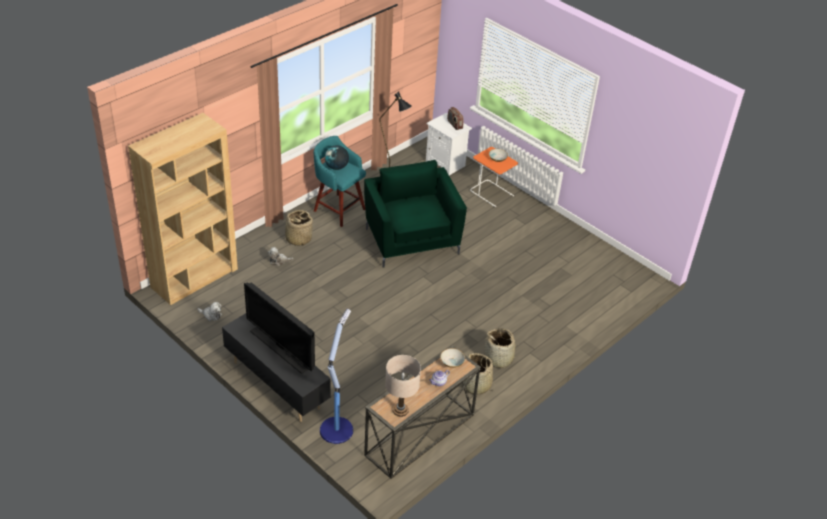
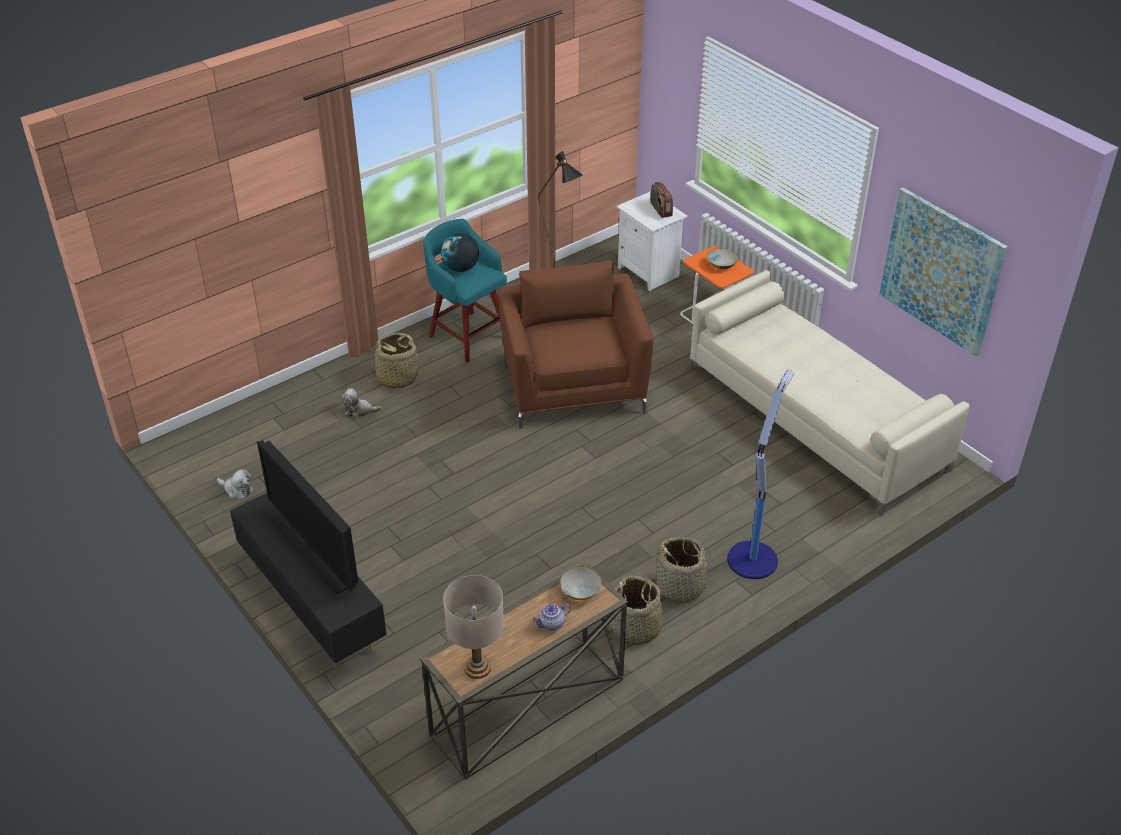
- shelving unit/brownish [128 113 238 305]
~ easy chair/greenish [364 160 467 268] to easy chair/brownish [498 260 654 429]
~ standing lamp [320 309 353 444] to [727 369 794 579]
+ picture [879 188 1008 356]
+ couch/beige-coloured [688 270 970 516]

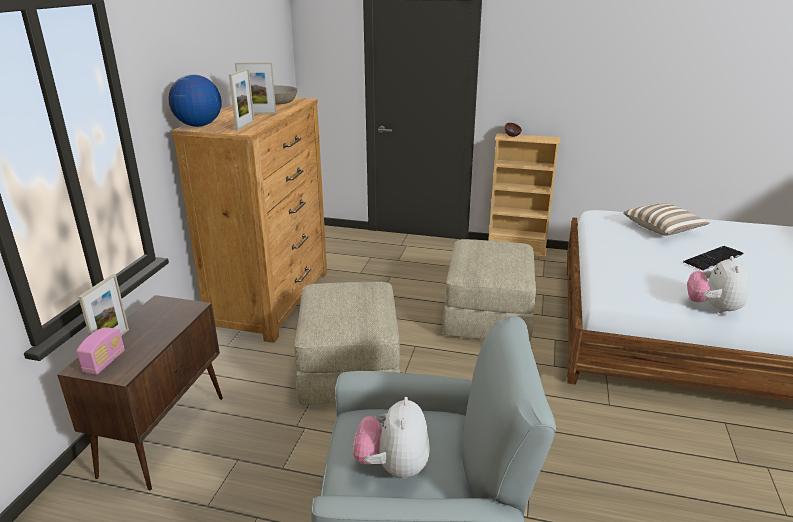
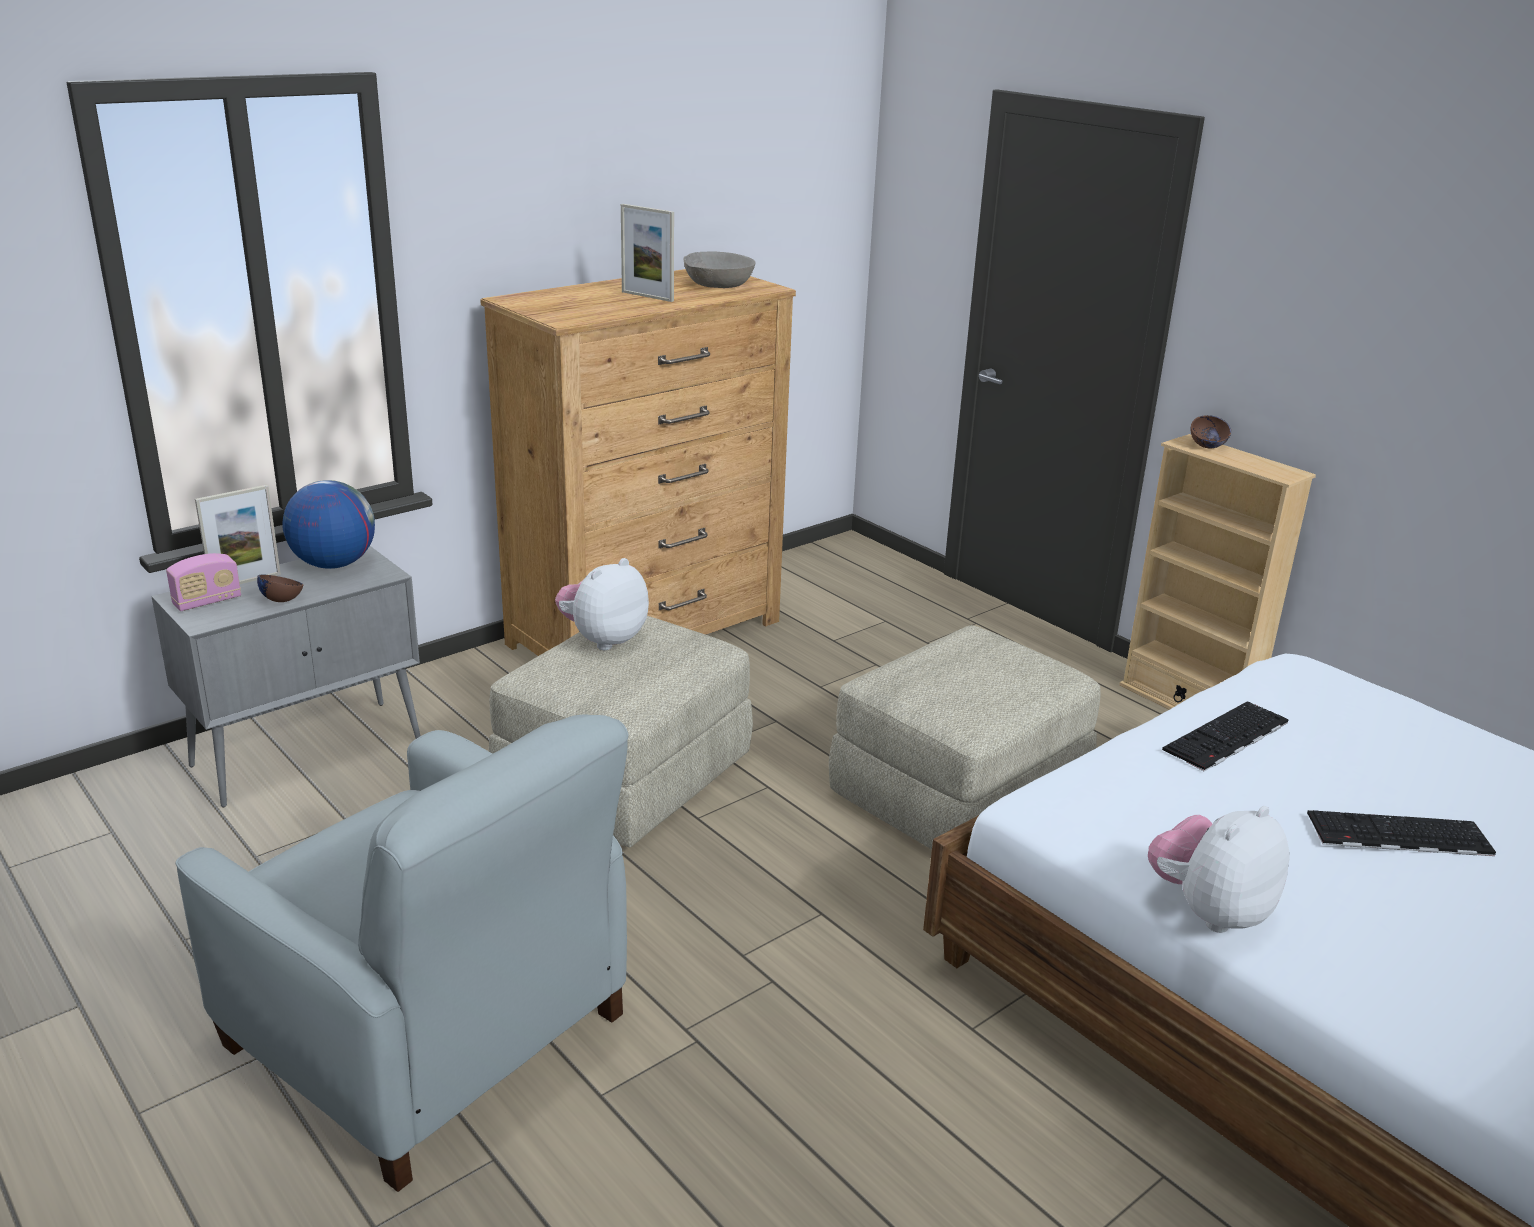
- photo frame [229 68 255 130]
~ world globe [169 74 222 127] to [282 480 375 569]
- pillow [623 203 709 236]
~ storage cabinet/brownish [57 295 223 490] to storage cabinet/grey [151 546 421 808]
~ soft toy [353 397 430 478] to [555 558 649 650]
+ serving bowl/brownish [257 575 303 602]
+ computer keyboard [1162 702 1289 771]

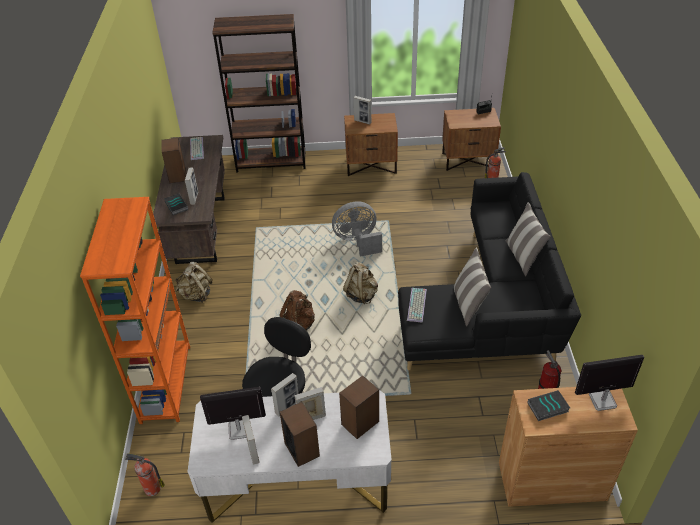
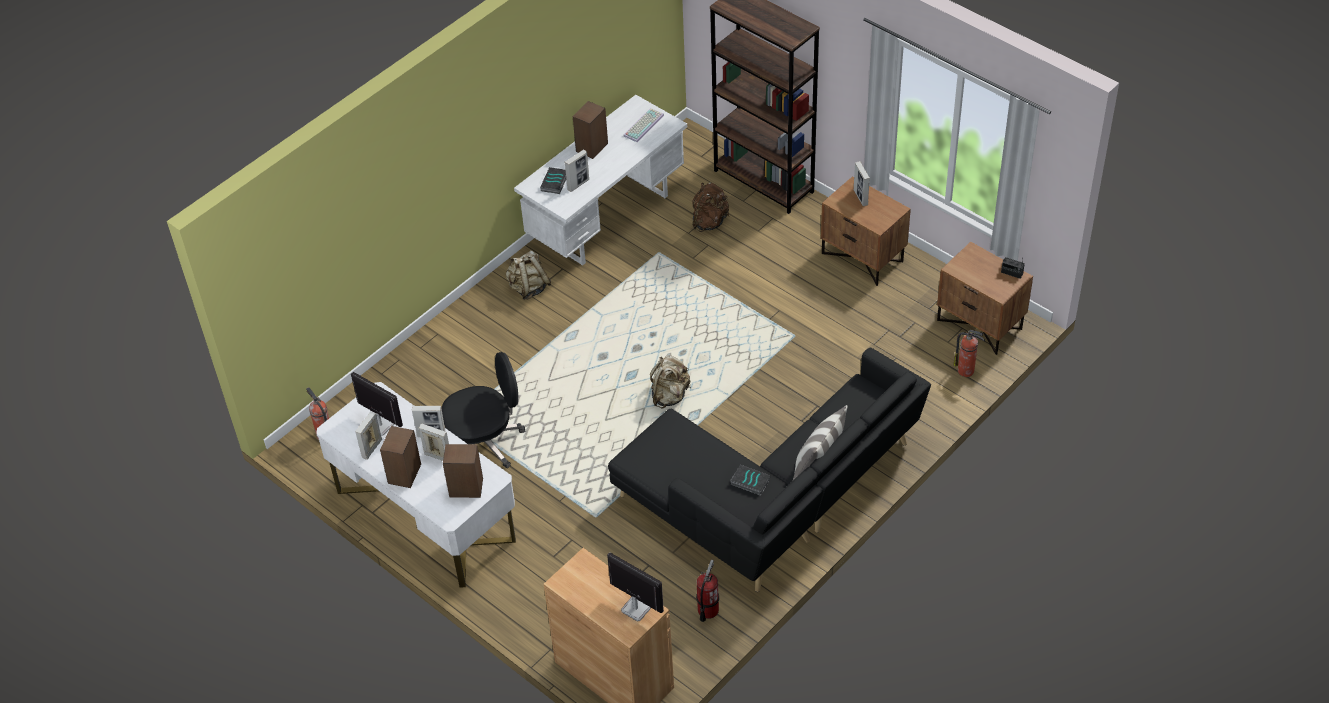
~ desk table/brownish [151 135 225 264] to desk table/white [514 95 687 266]
- shelving unit/orange [80 197 190 424]
- electric fan/grey [332 201 382 257]
- pillow [454 248 491 326]
- computer keyboard [407 288 427 323]
~ rucksack/brownish [280 290 315 331] to [693 183 729 232]
~ book [528 390 570 421] to [730 465 770 496]

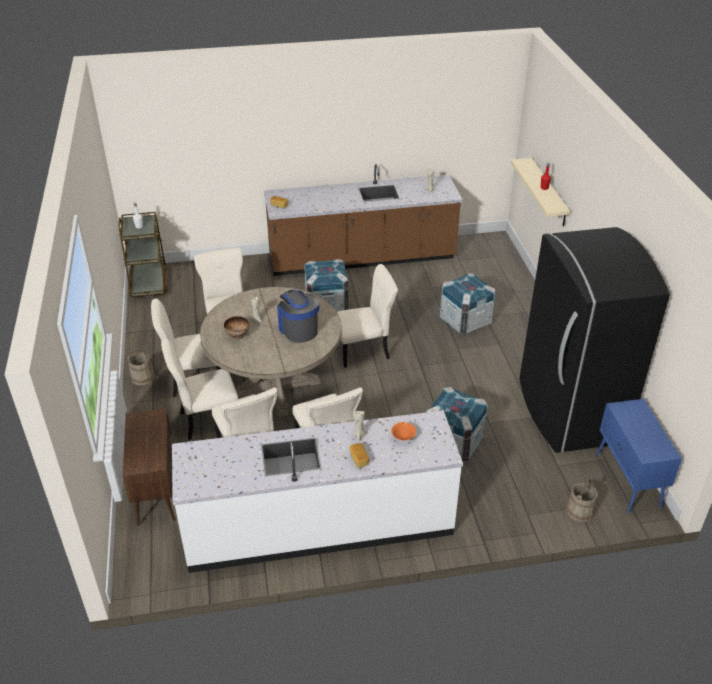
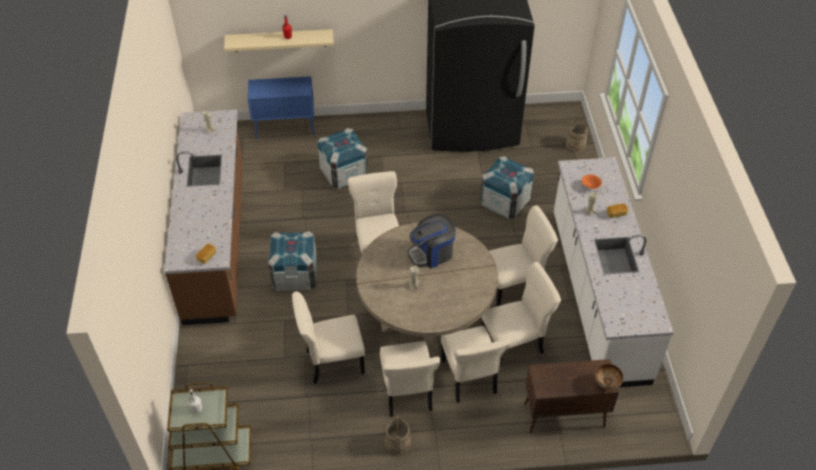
~ serving bowl [224 316 249 339] to [595 364 623 390]
~ storage cabinet/bluish [596 399 682 514] to [248 76 315 139]

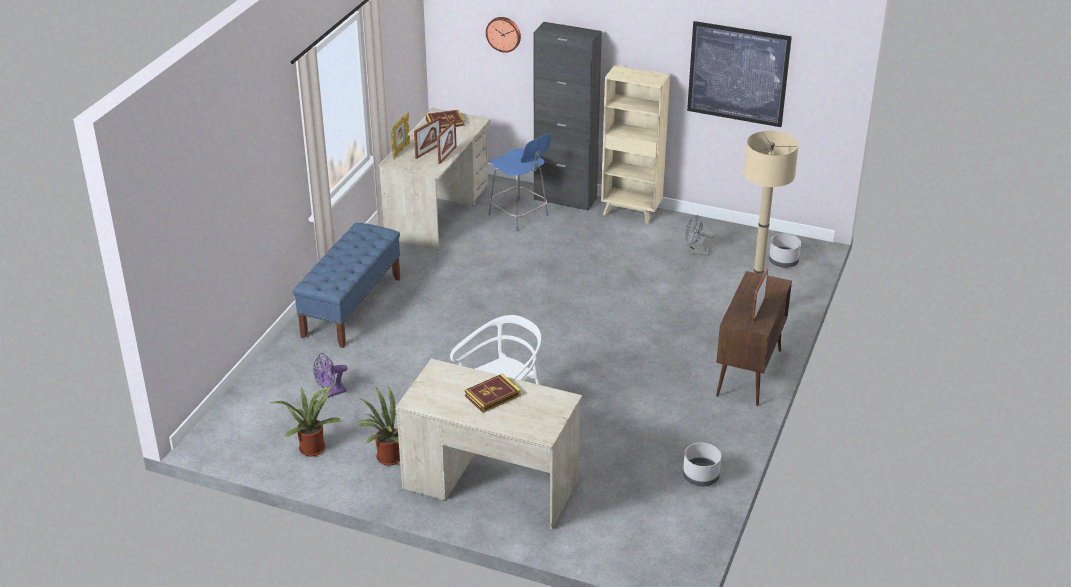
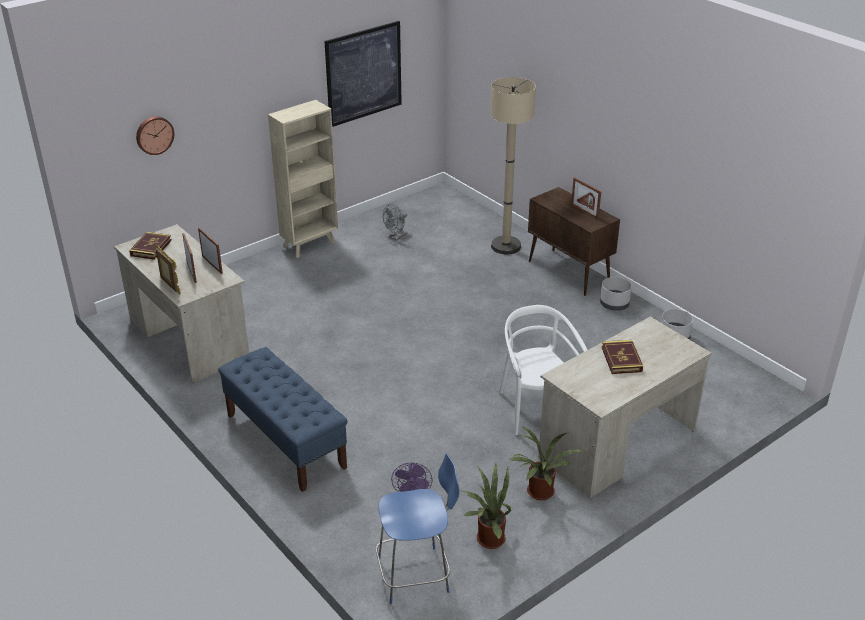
- storage cabinet/black-coloured [534 22 602 211]
~ sitting stool/bluish [489 134 551 231] to [376 453 460 604]
~ plant pot/grey [769 234 801 268] to [600 277 632 311]

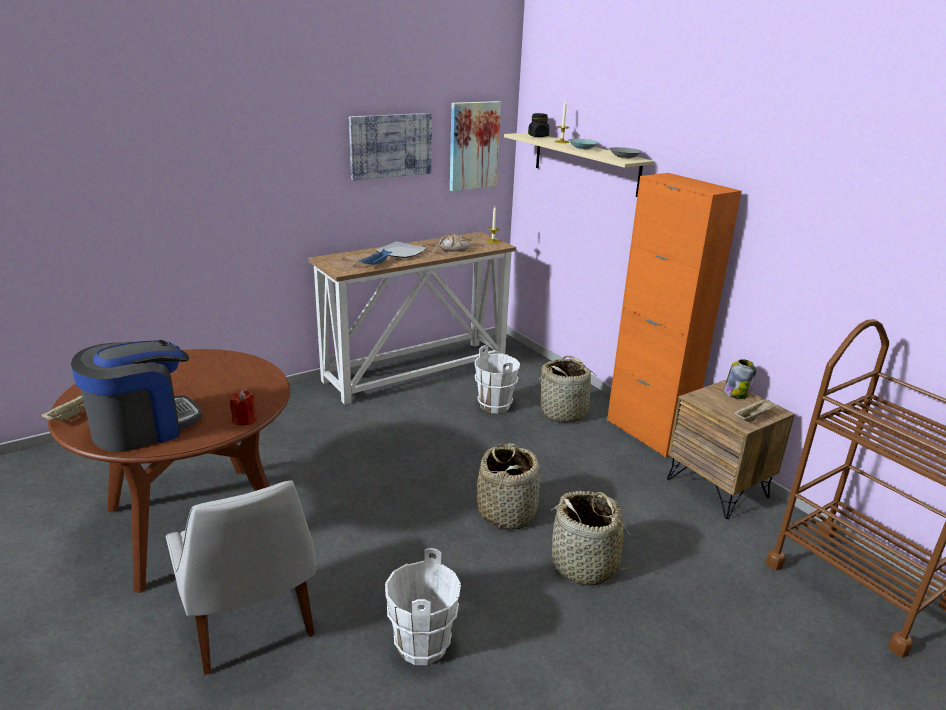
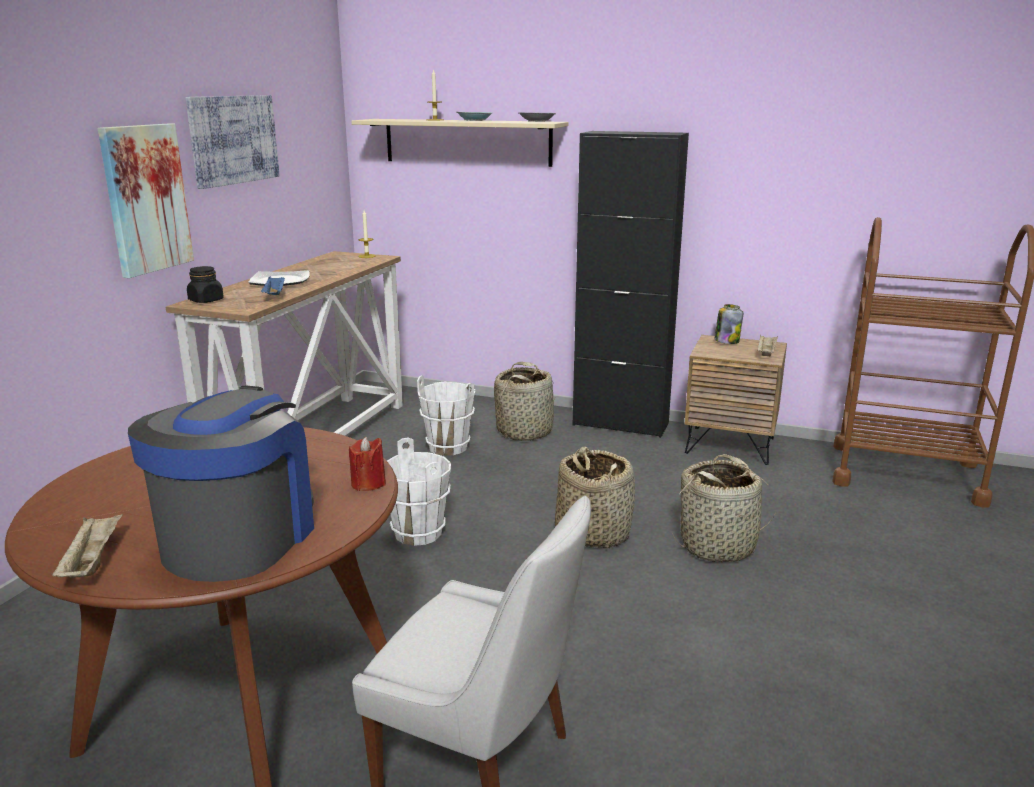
~ picture [450 101 501 191] to [98 123 194 278]
~ storage jar/black-coloured [528 113 550 137] to [187 266 224 303]
~ storage cabinet/orange [607 173 742 458] to storage cabinet/black-coloured [573 131 689 438]
- bakery bread [439 234 469 251]
~ water bucket/white [385 548 461 665] to [387 437 451 546]

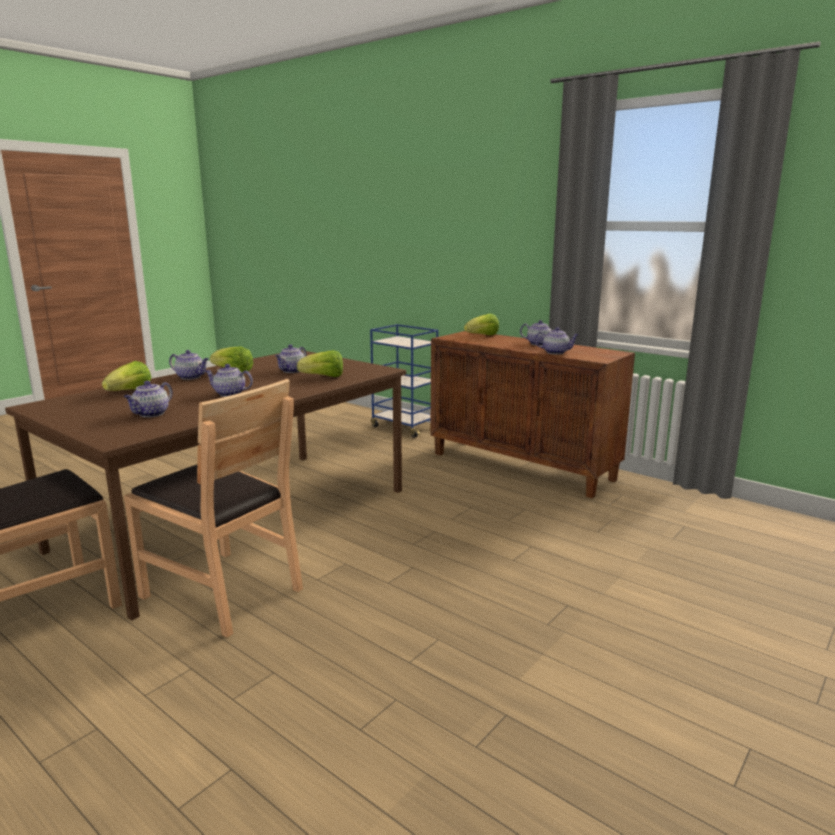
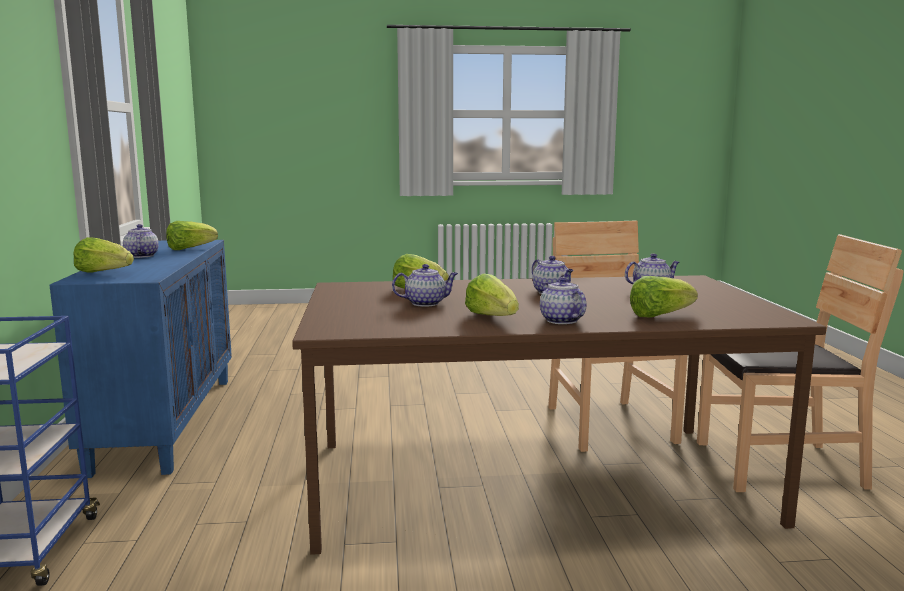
~ teapot [534 327 579 354] to lettuce head [166 221 218 250]
~ storage cabinet/brownish [430 331 635 498] to storage cabinet/bluish [50 240 232 478]

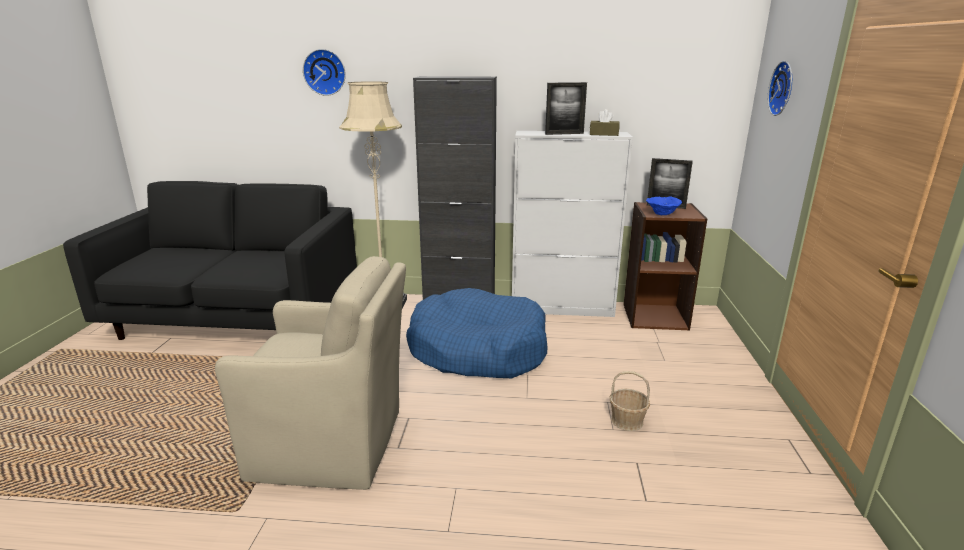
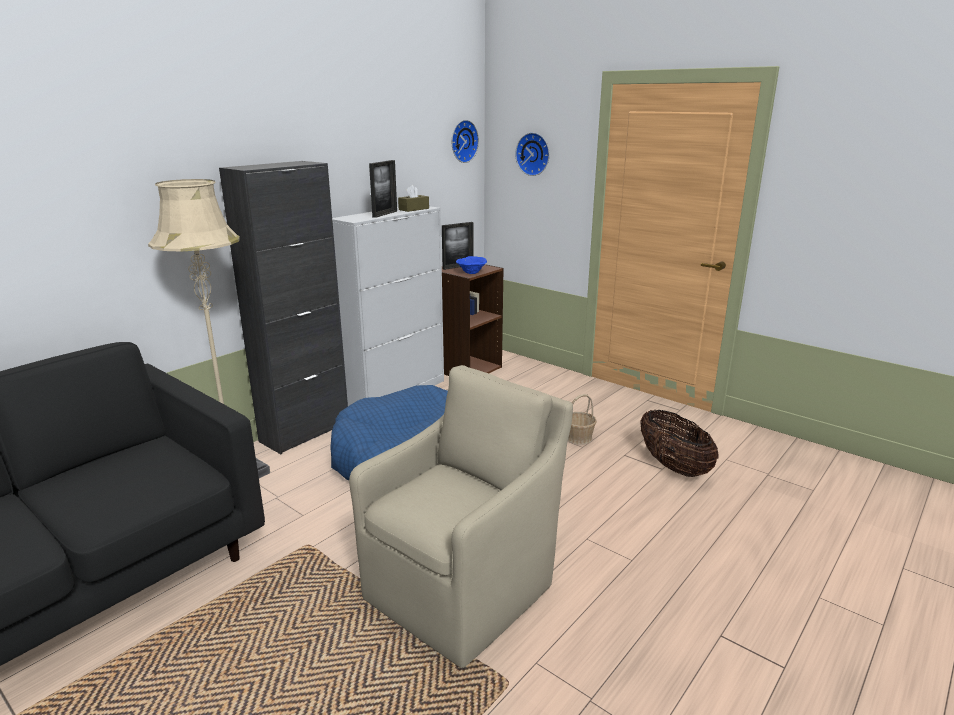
~ hanging clock [303 49 346 96] to [452 120 479 163]
+ basket [640 410 719 477]

